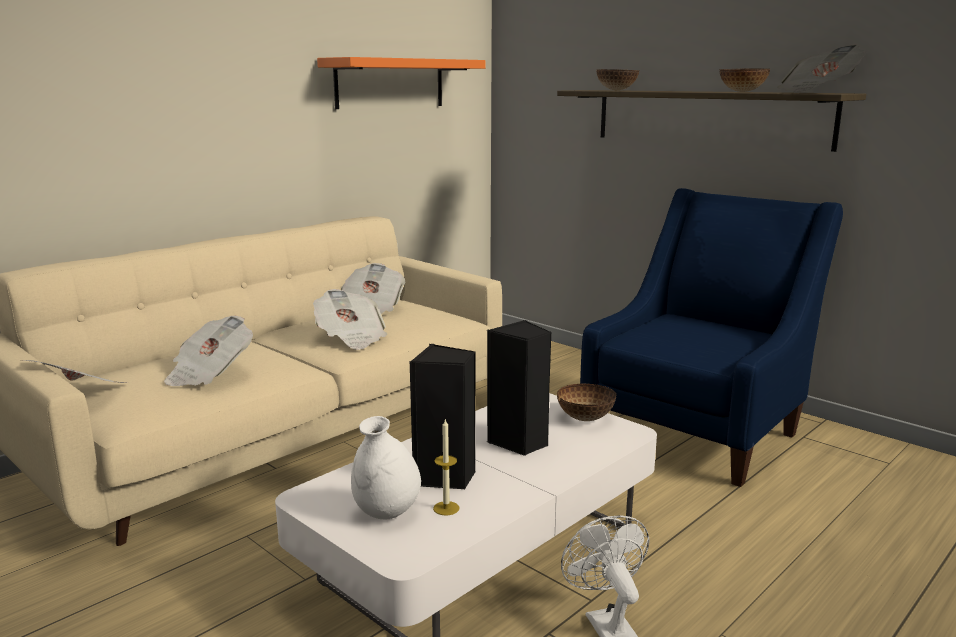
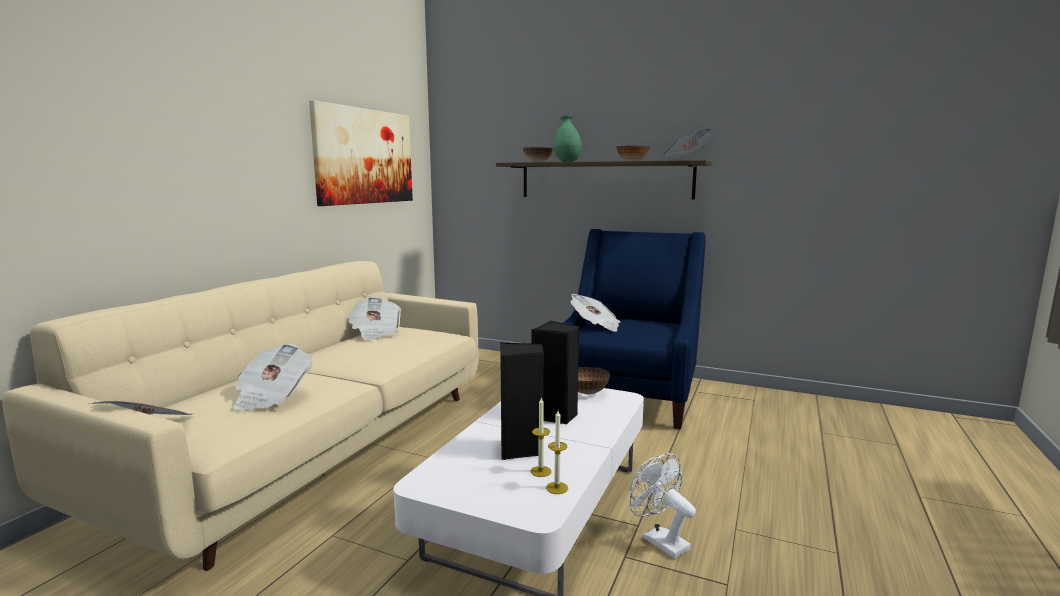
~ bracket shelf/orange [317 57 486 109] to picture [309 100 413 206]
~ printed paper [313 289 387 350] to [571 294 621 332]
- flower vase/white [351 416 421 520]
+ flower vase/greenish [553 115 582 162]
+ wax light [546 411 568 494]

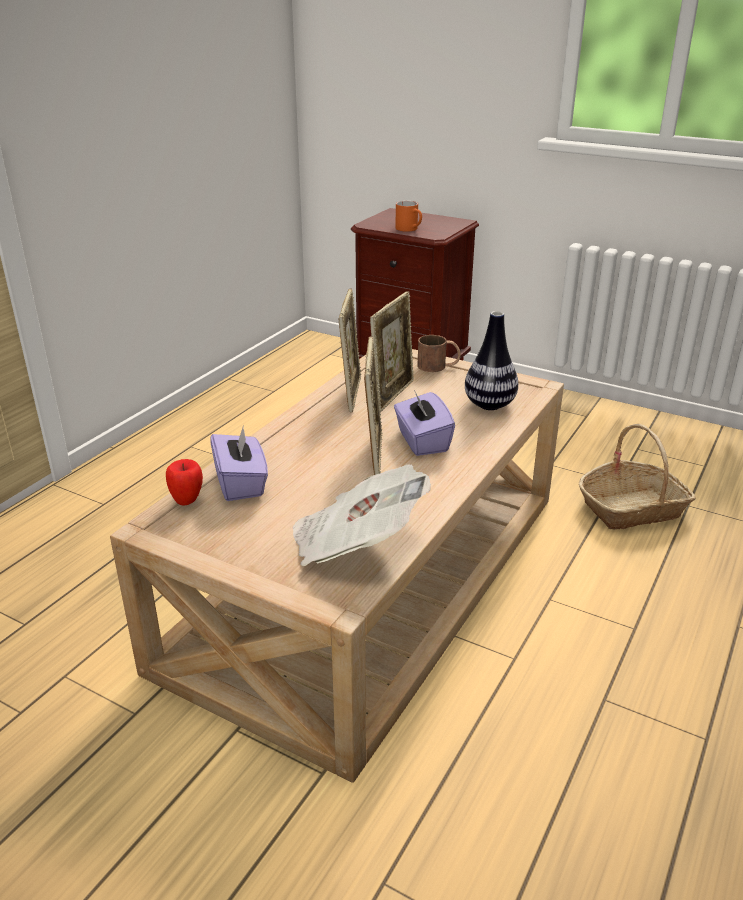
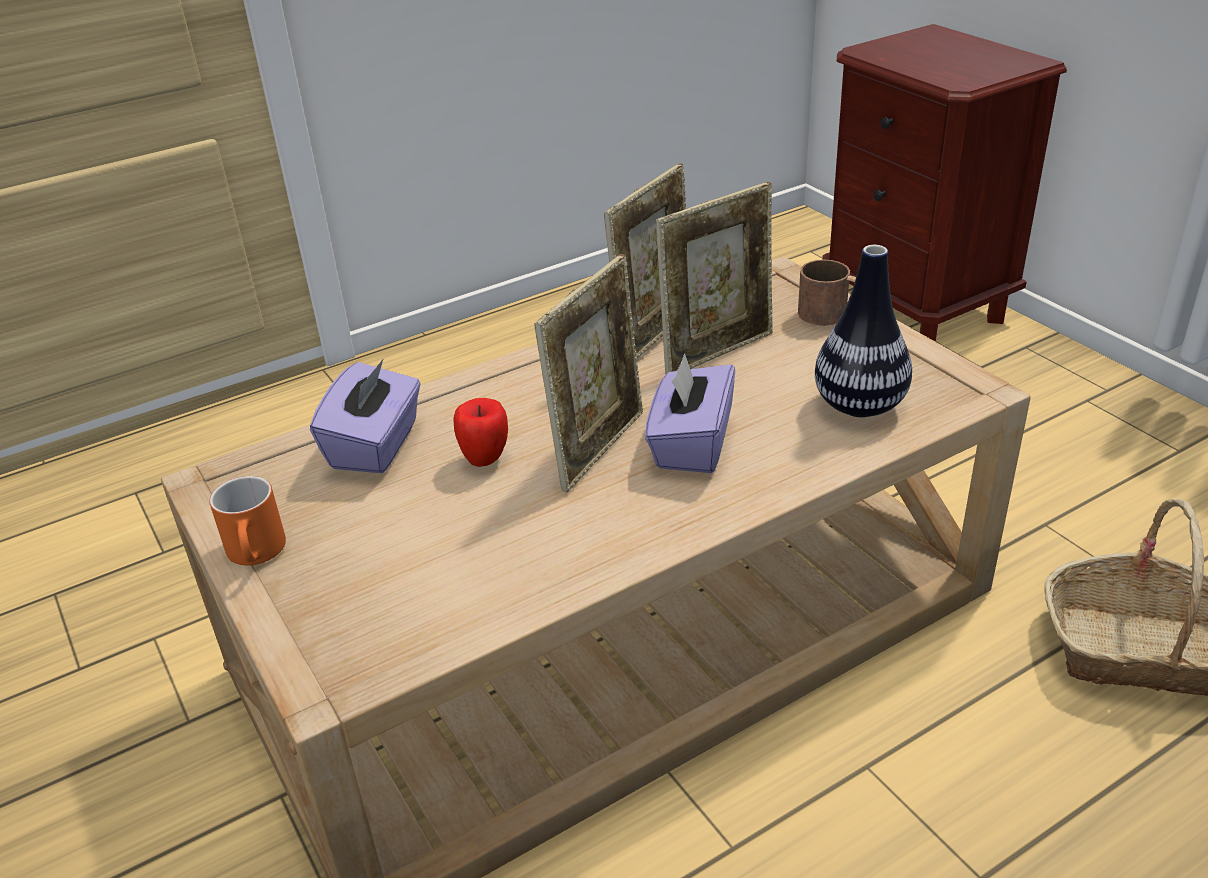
~ coffee mug/orange [395 201 422 232] to [209 476 286 565]
~ apple fruit [166 459 203 506] to [453 398 508 467]
- printed paper [292 464 431 566]

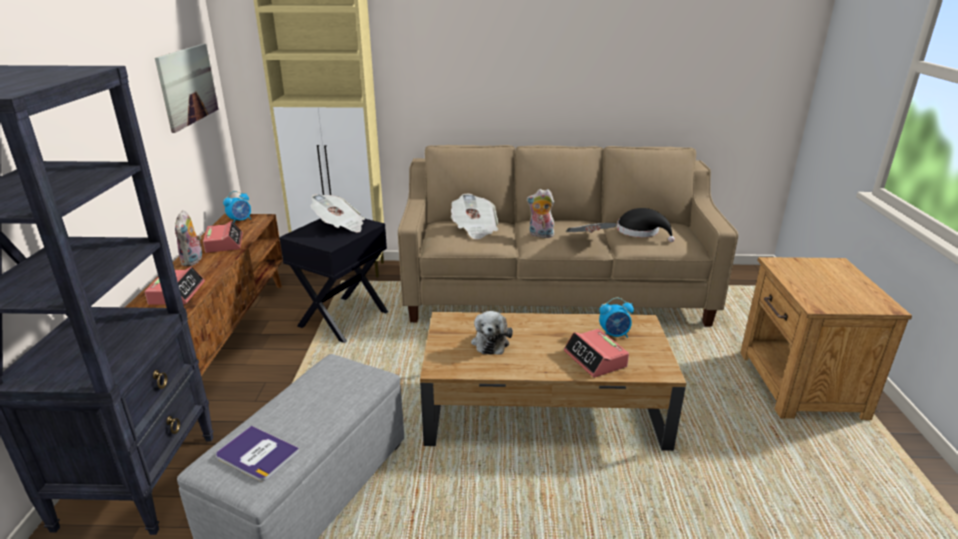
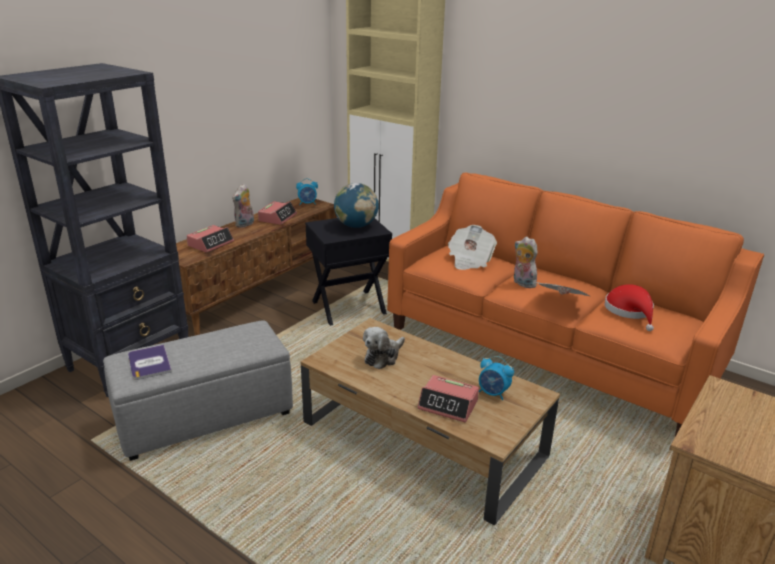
- picture [155 44 218 133]
~ couch/beige-coloured [398 145 738 327] to couch/orange [387 173 764 436]
~ printed paper [310 194 365 232] to world globe [334 183 379 228]
~ wearable hat/black-coloured [617 208 675 242] to wearable hat/red [605 284 654 331]
~ bedside clock [564 329 629 378] = [417 375 479 423] 75 degrees counterclockwise

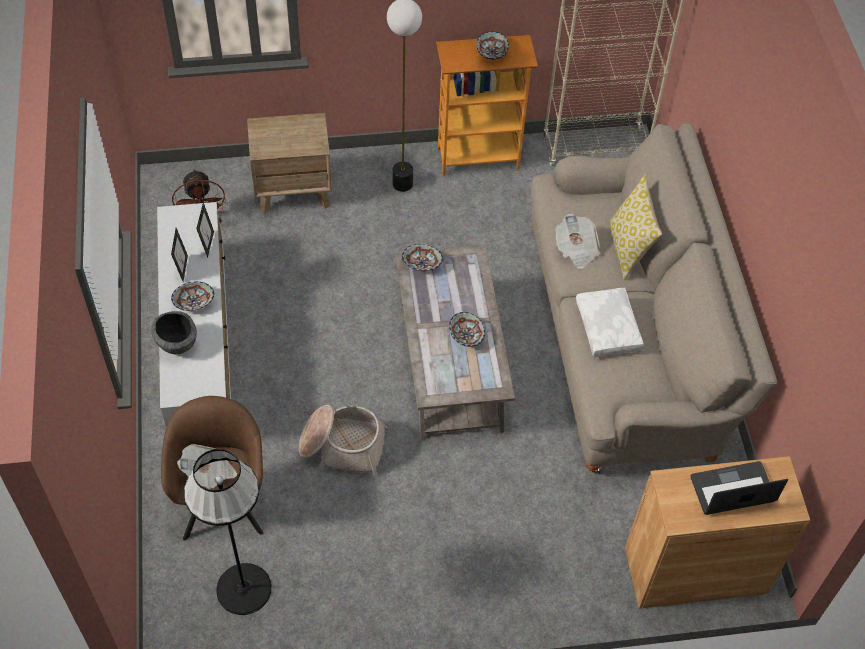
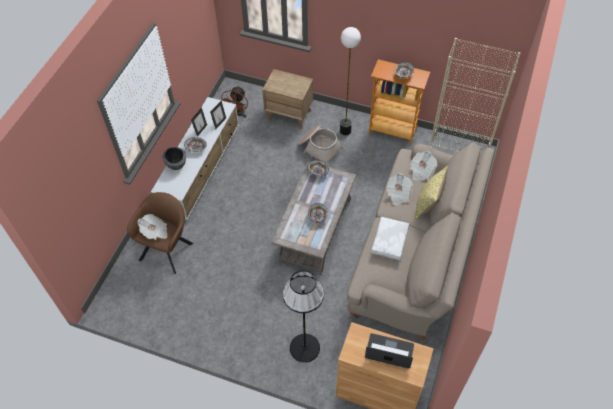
~ basket [299 405 387 478] to [298 125 343 166]
~ standing lamp/black-coloured [184 449 272 615] to [283 270 324 363]
+ printed paper [410 151 437 180]

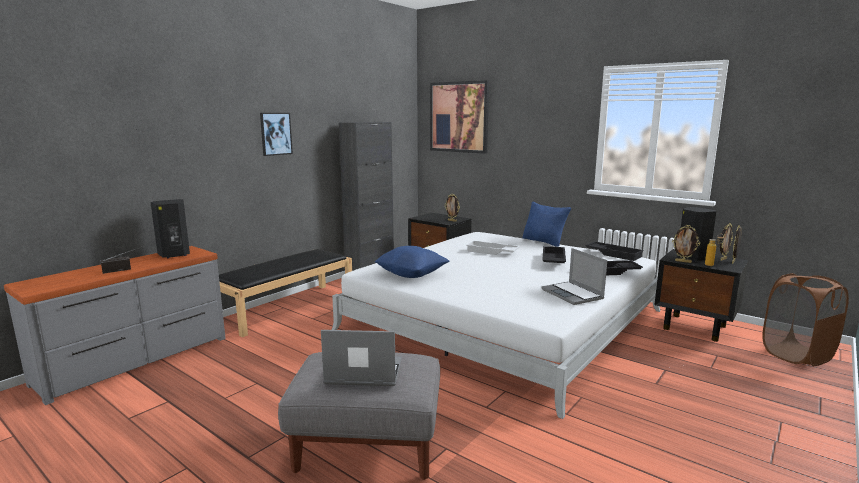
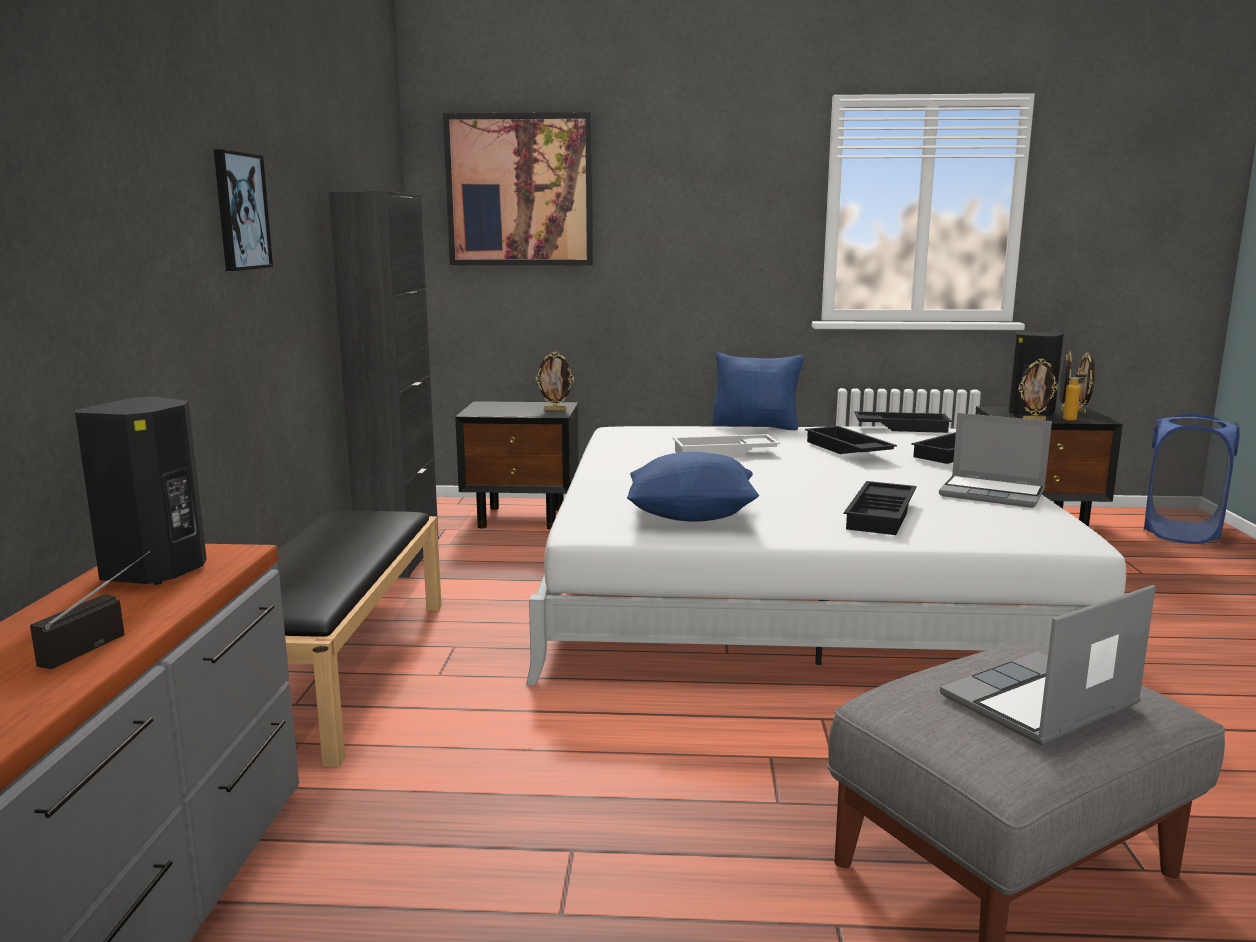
~ laundry basket/brownish [762 273 849 366] to laundry basket/bluish [1144 414 1240 544]
+ carrying tray/black-coloured [844 481 917 535]

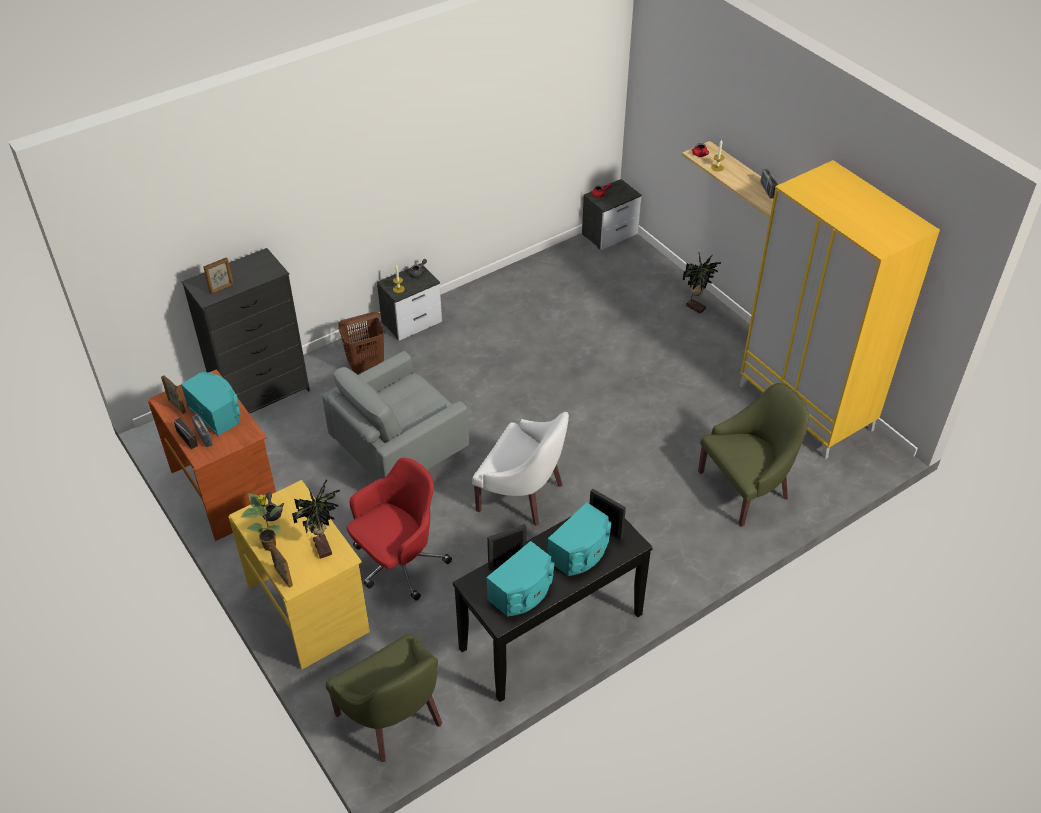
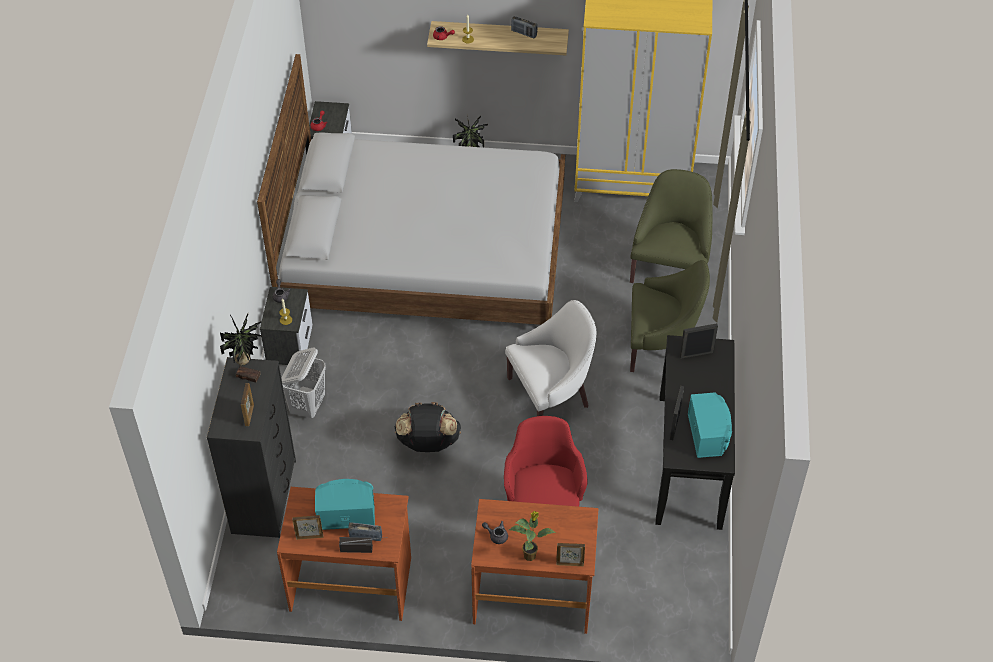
~ laundry basket/brownish [338 312 385 374] to laundry basket/white [281 347 326 418]
~ easy chair/grey [322 351 469 480] to rucksack/black-coloured [395 402 461 452]
~ houseplant [292 479 340 559] to [220 314 262 382]
~ desk table/yellow-coloured [229 480 370 670] to desk table/brownish [471 499 599 634]
- loudspeaker/turquoise [548 503 612 576]
~ easy chair/greenish [326 633 442 762] to [630 260 710 372]
+ sleeping bed [257 54 565 325]

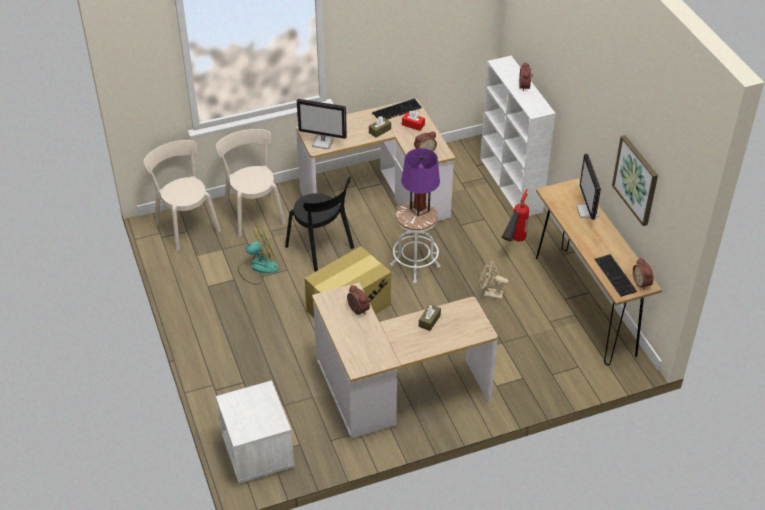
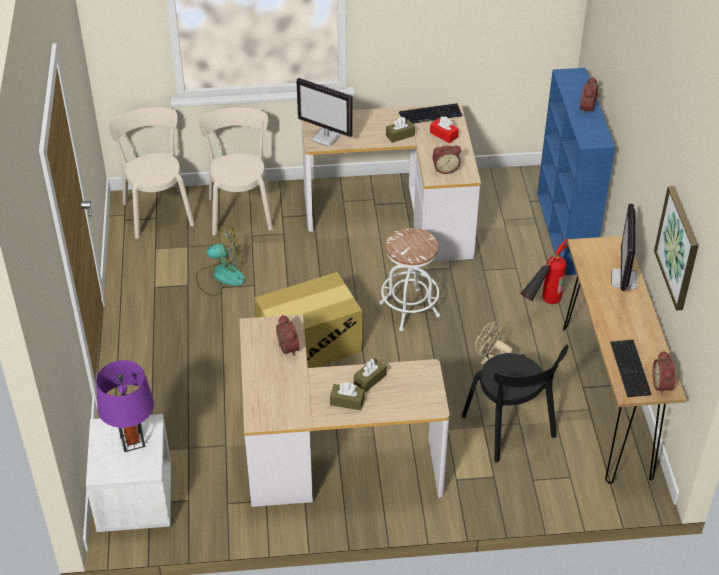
~ shelving unit/white [480 56 556 216] to shelving unit/bluish [537 68 615 275]
~ lamp for a table/purplish [401 148 440 216] to [96 360 154 452]
~ chair/black-coloured [285 176 354 272] to [462 344 568 463]
+ tissue box/brownish [330 382 365 410]

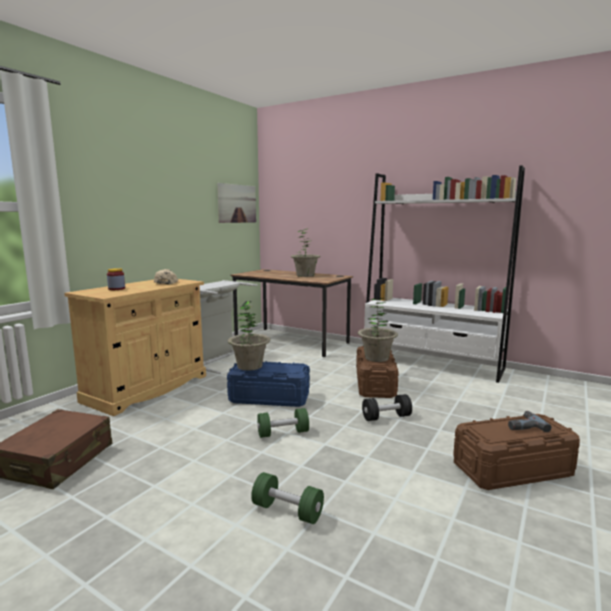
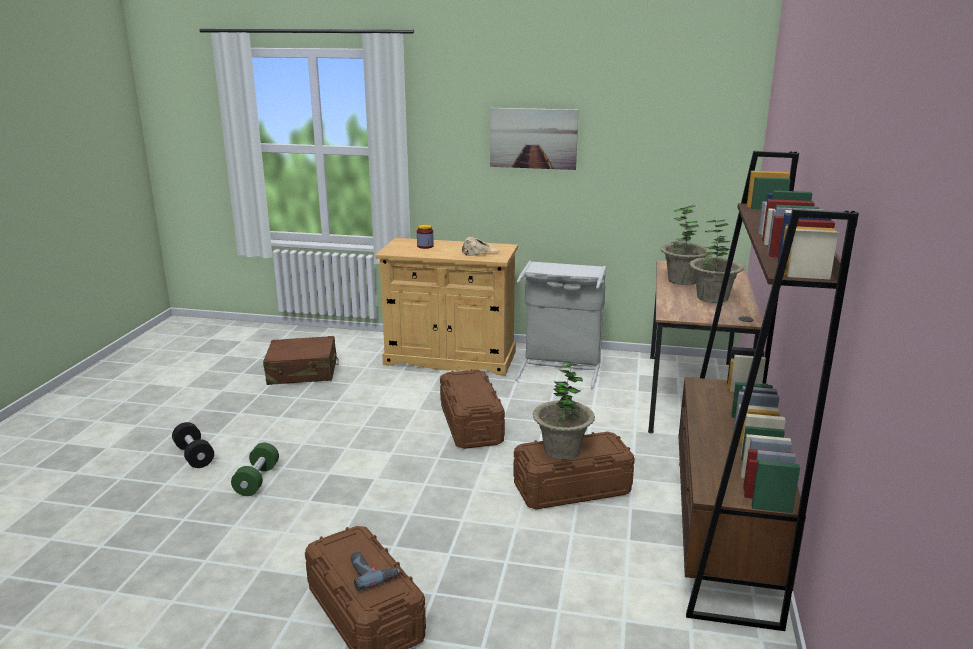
~ shelving unit/white [364 166 525 383] to shelving unit/brownish [678 151 859 631]
~ picture [217 183 256 223] to [490 108 579 170]
~ houseplant [228 301 270 371] to [661 205 711 285]
~ storage box/bluish [227 361 310 407] to storage box/brownish [440 369 505 449]
~ hand weight/black-coloured [362 394 412 421] to [172 422 214 468]
- hand weight/greenish [257 408 309 438]

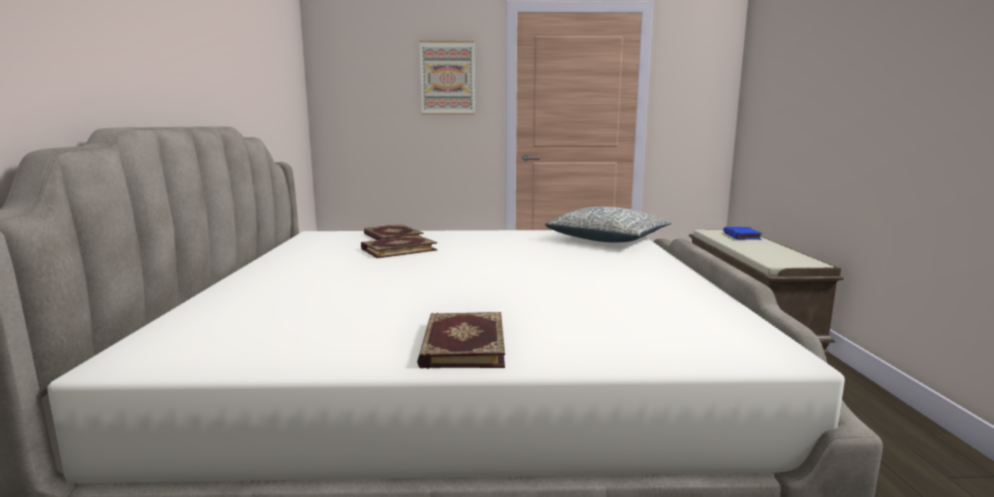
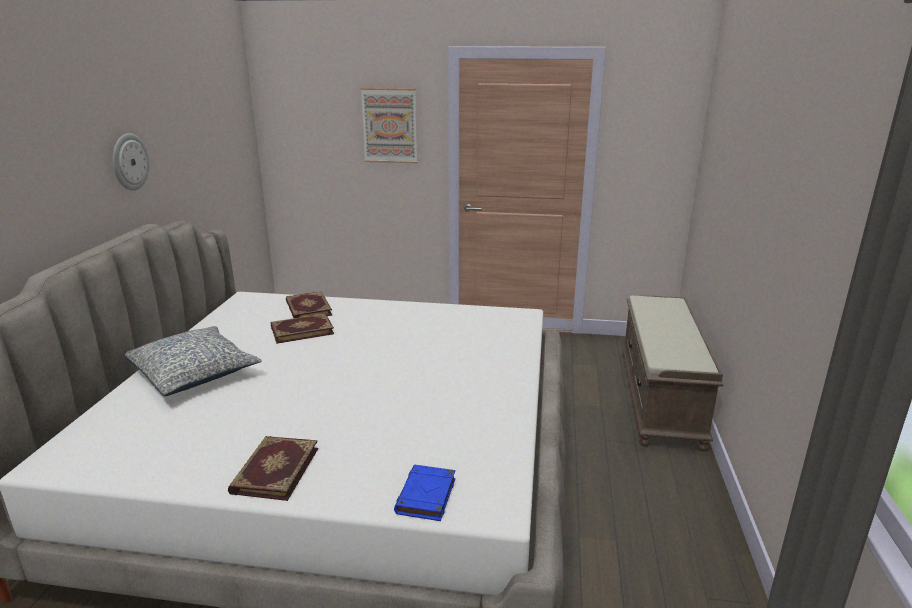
~ pillow [545 207 672 243] to [125 326 262 396]
~ book/bluish [723 227 762 240] to [394 465 455 521]
+ hanging clock [113 133 149 191]

